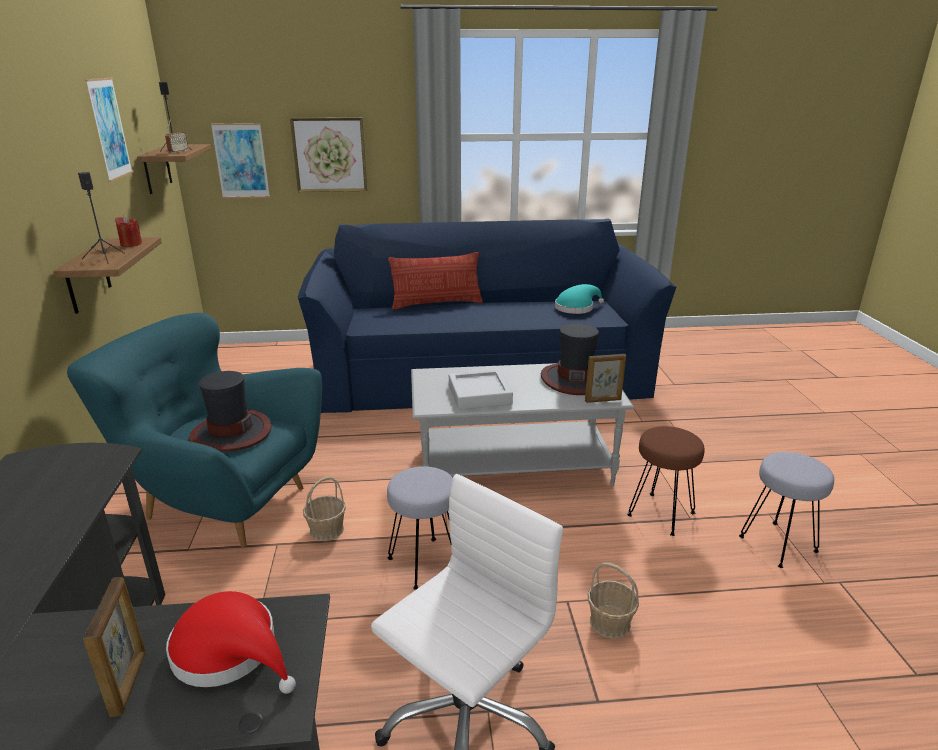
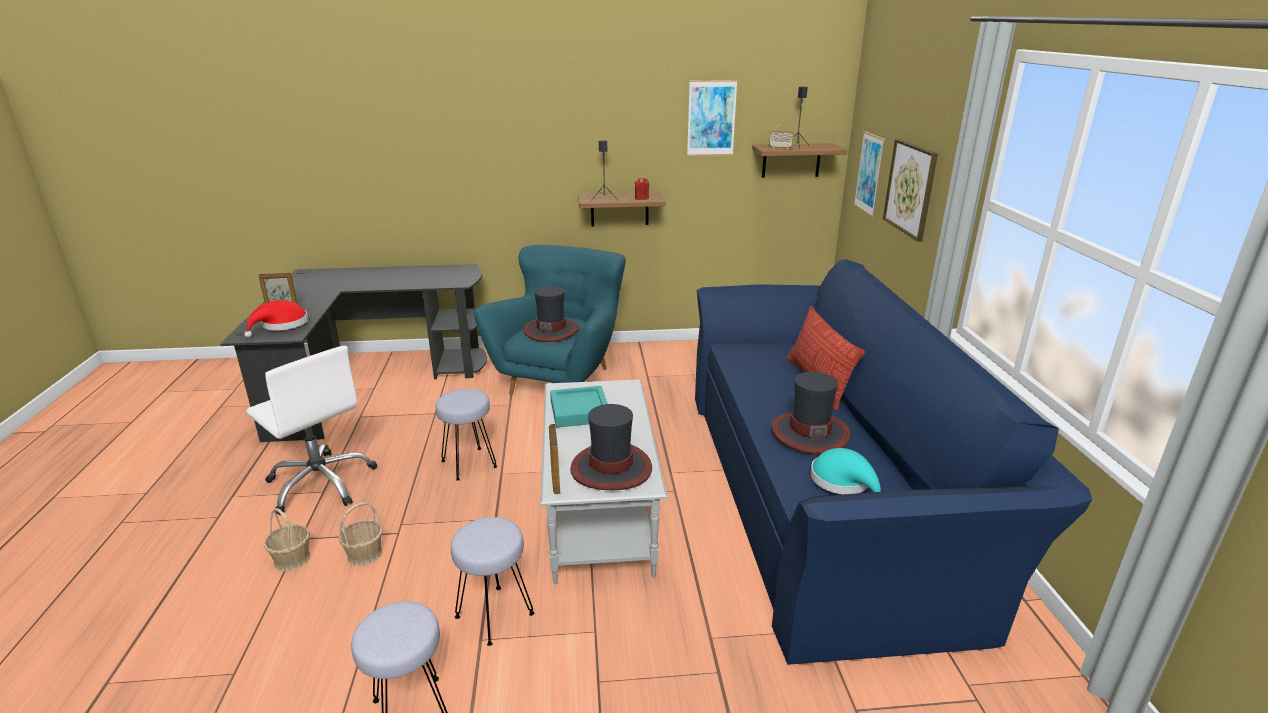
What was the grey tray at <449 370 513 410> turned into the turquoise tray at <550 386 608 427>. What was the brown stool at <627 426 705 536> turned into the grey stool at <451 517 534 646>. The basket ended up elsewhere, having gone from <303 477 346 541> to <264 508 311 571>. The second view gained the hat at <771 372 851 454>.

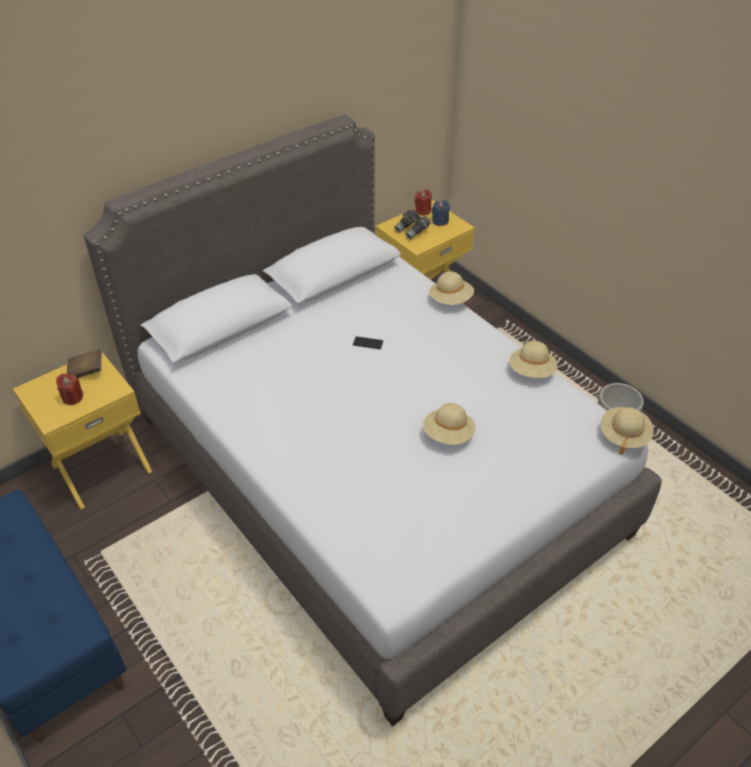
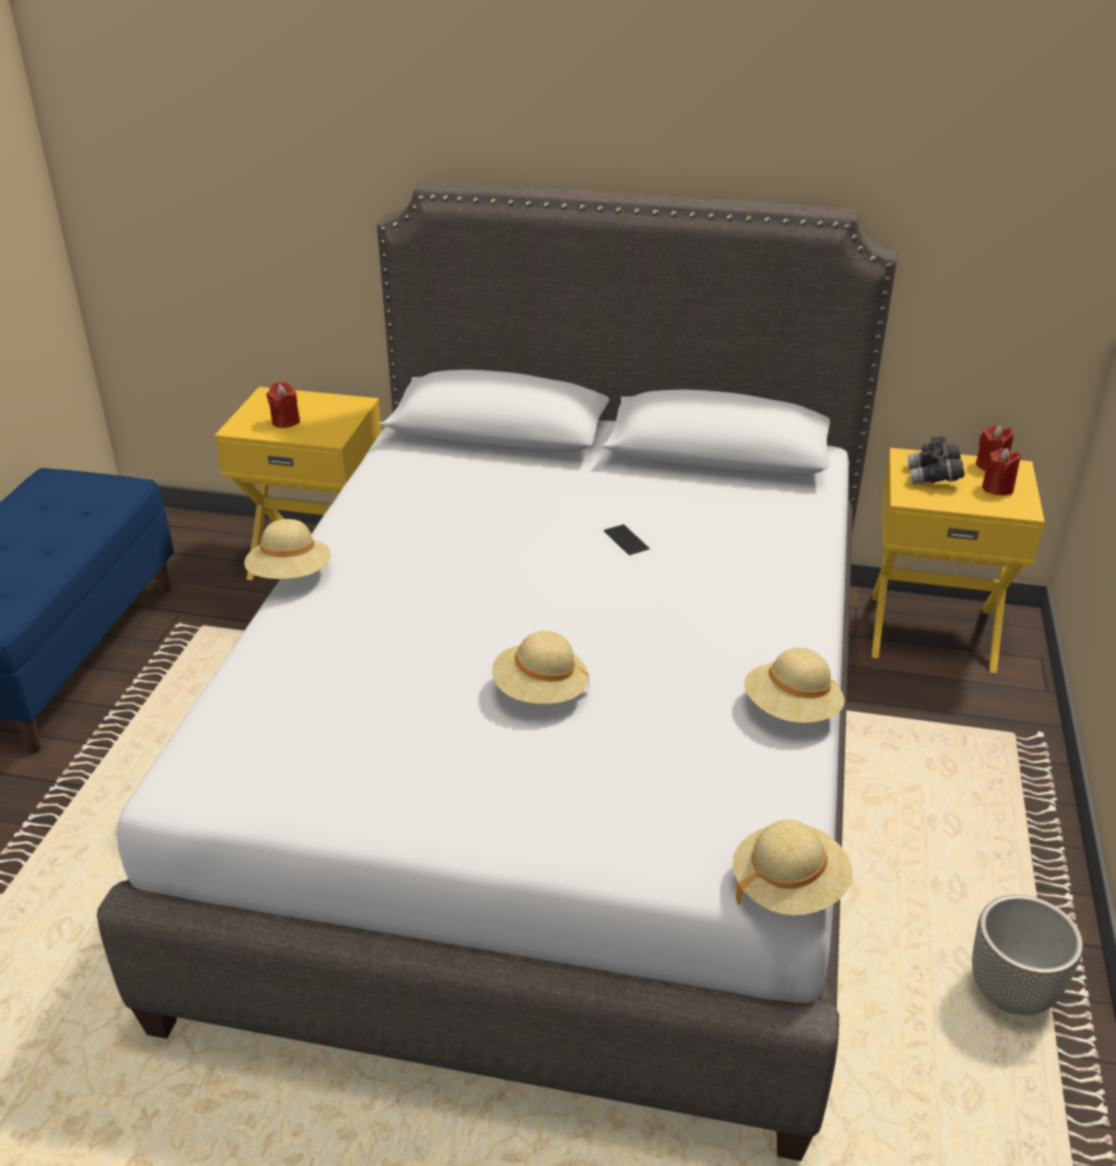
What was the blue candle at <432 200 449 226> turned into the red candle at <982 448 1021 496>. The beige hat ended up elsewhere, having gone from <429 271 474 305> to <244 519 331 579>. The second view lost the brown book at <67 349 102 378>.

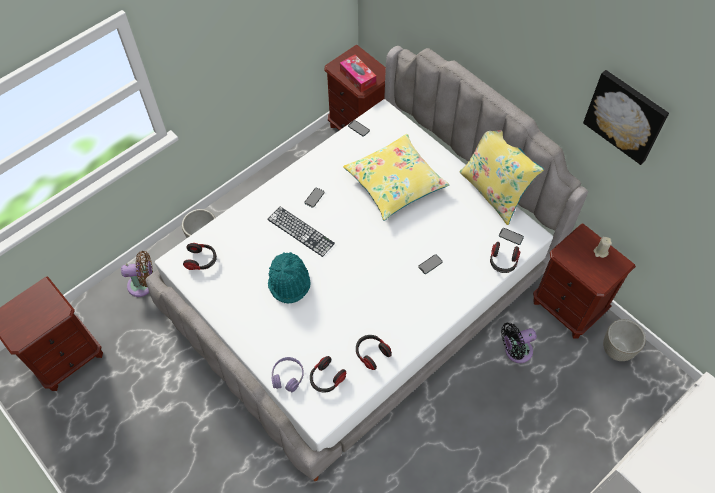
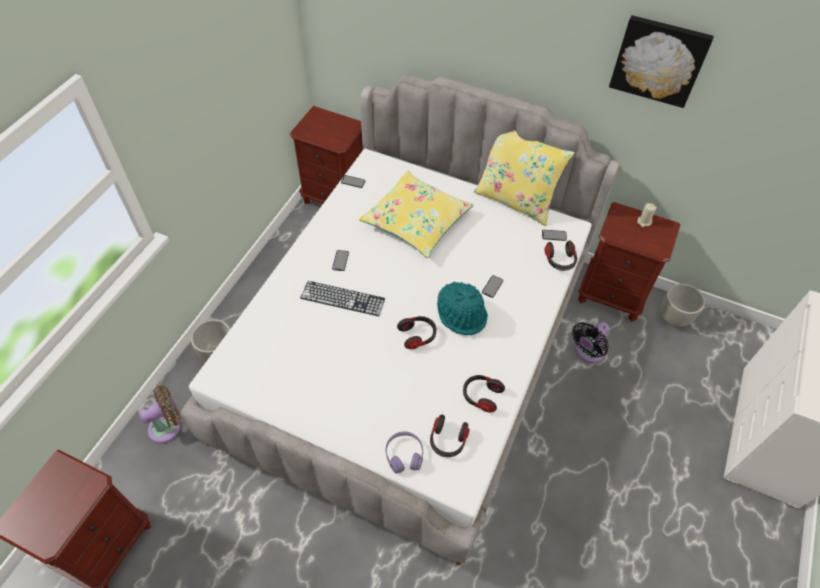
The second view lost the tissue box at <340 55 376 93>. The headphones ended up elsewhere, having gone from <183 243 217 270> to <397 316 437 349>. The turquoise hat ended up elsewhere, having gone from <268 252 311 304> to <437 282 488 335>.

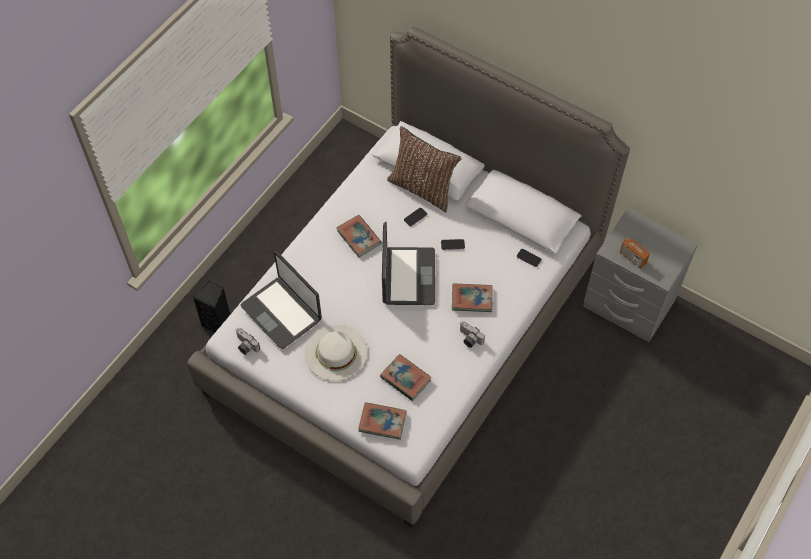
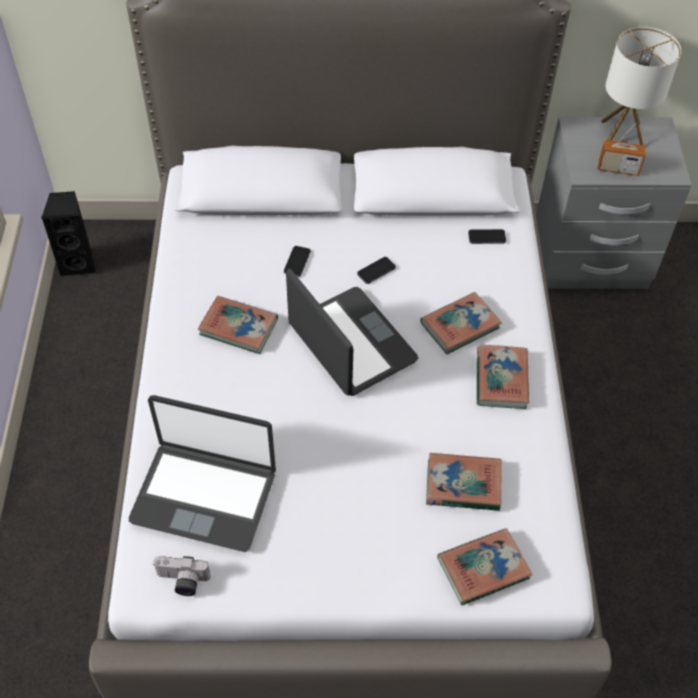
The second view lost the brown pillow at <387 126 462 212>. The black speaker ended up elsewhere, having gone from <193 281 230 333> to <41 191 96 277>. Where the photo camera stood at <460 321 485 348>, the book came to stand at <477 345 529 409>. The second view lost the white hat at <305 325 368 381>. The second view gained the table lamp at <601 27 681 145>.

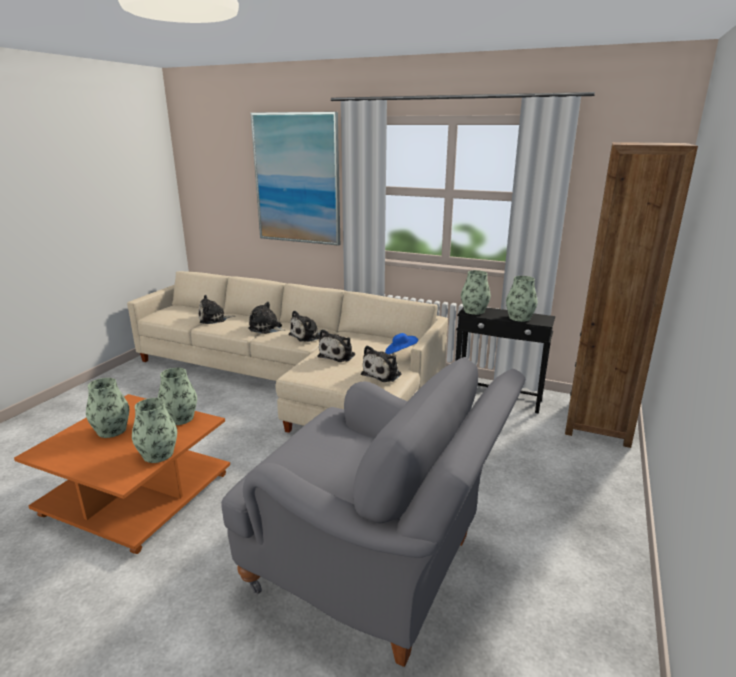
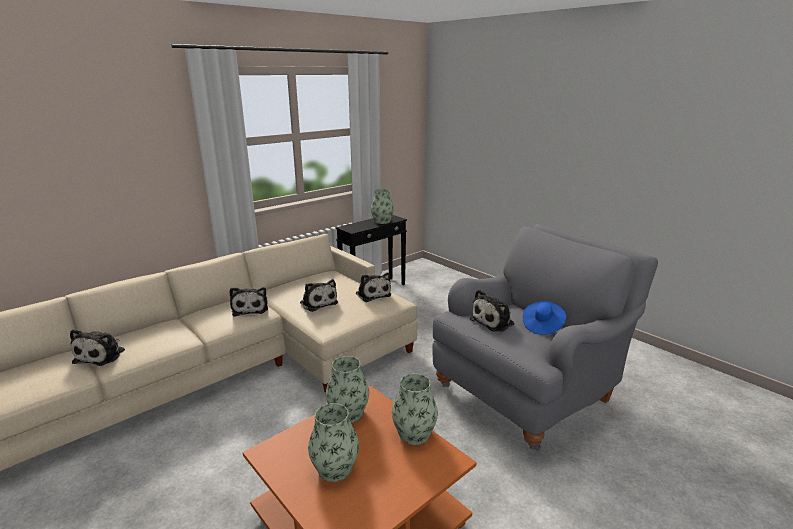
The second view lost the picture at <251 112 340 246>. The second view lost the brown bookcase at <565 142 698 448>. The second view lost the vase at <461 270 491 315>. The plush toy ended up elsewhere, having gone from <248 302 285 334> to <469 289 514 332>. The blue hat ended up elsewhere, having gone from <385 333 418 354> to <523 301 566 335>.

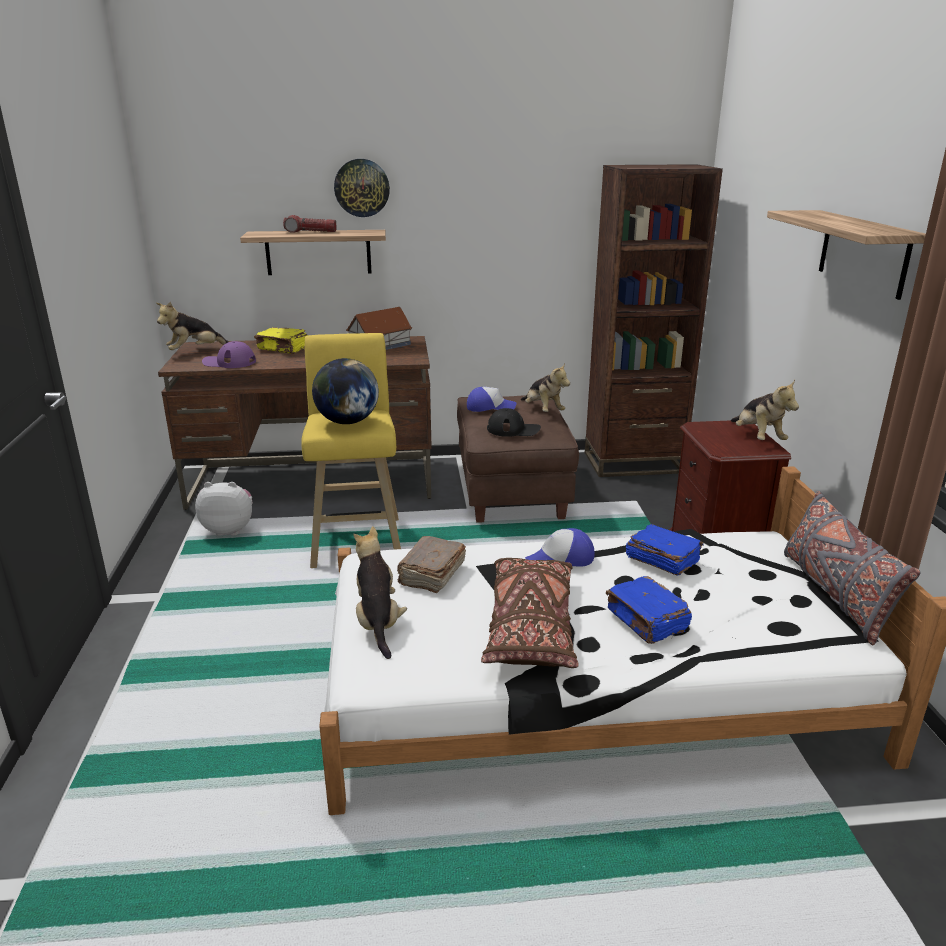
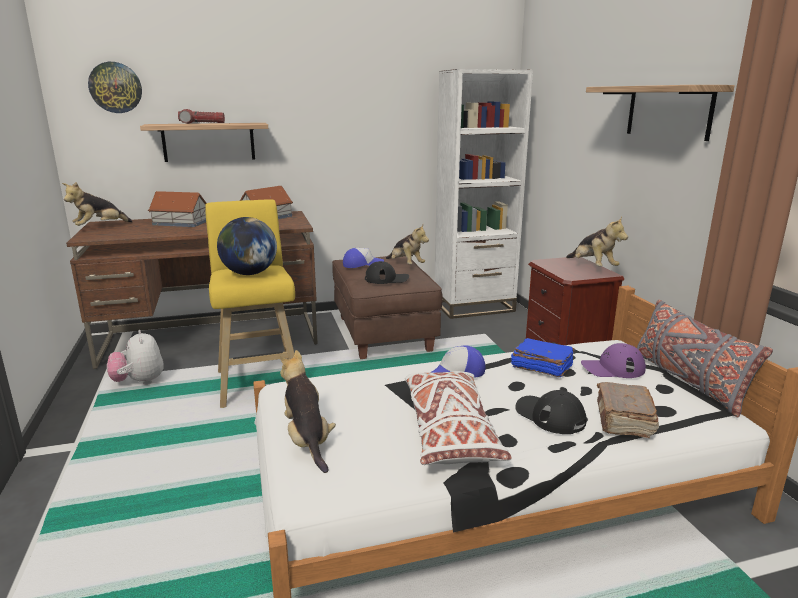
The wall clock ended up elsewhere, having gone from <334 159 390 217> to <88 62 142 113>. What was the brown bookcase at <585 164 723 477> turned into the white bookcase at <435 69 533 319>. Where the yellow book stood at <254 327 308 354>, the toy house came to stand at <148 191 206 227>. The purple cap ended up elsewhere, having gone from <202 341 256 368> to <581 343 646 378>. The plush toy at <195 482 252 536> ended up facing another way, 105 degrees counterclockwise from before. The brown book ended up elsewhere, having gone from <397 536 466 593> to <597 382 659 438>. What was the brown pillow at <481 558 578 668> turned into the white pillow at <405 371 512 465>. Where the blue book stood at <606 576 692 644>, the black cap came to stand at <515 390 586 434>.

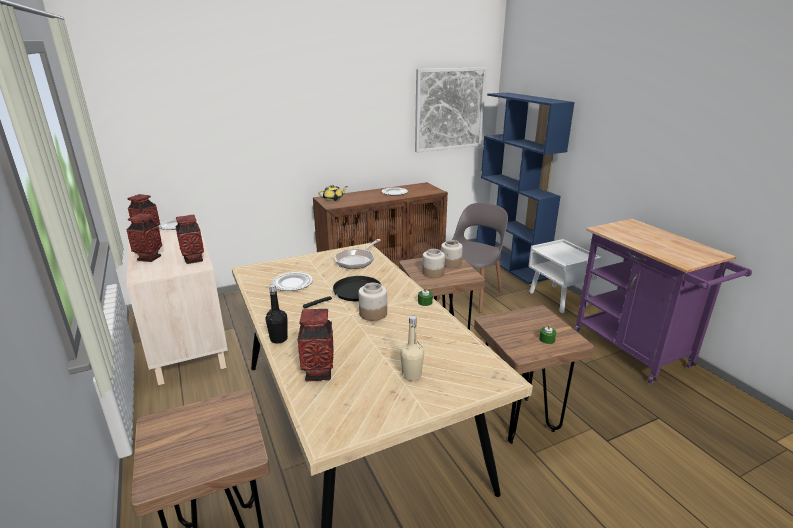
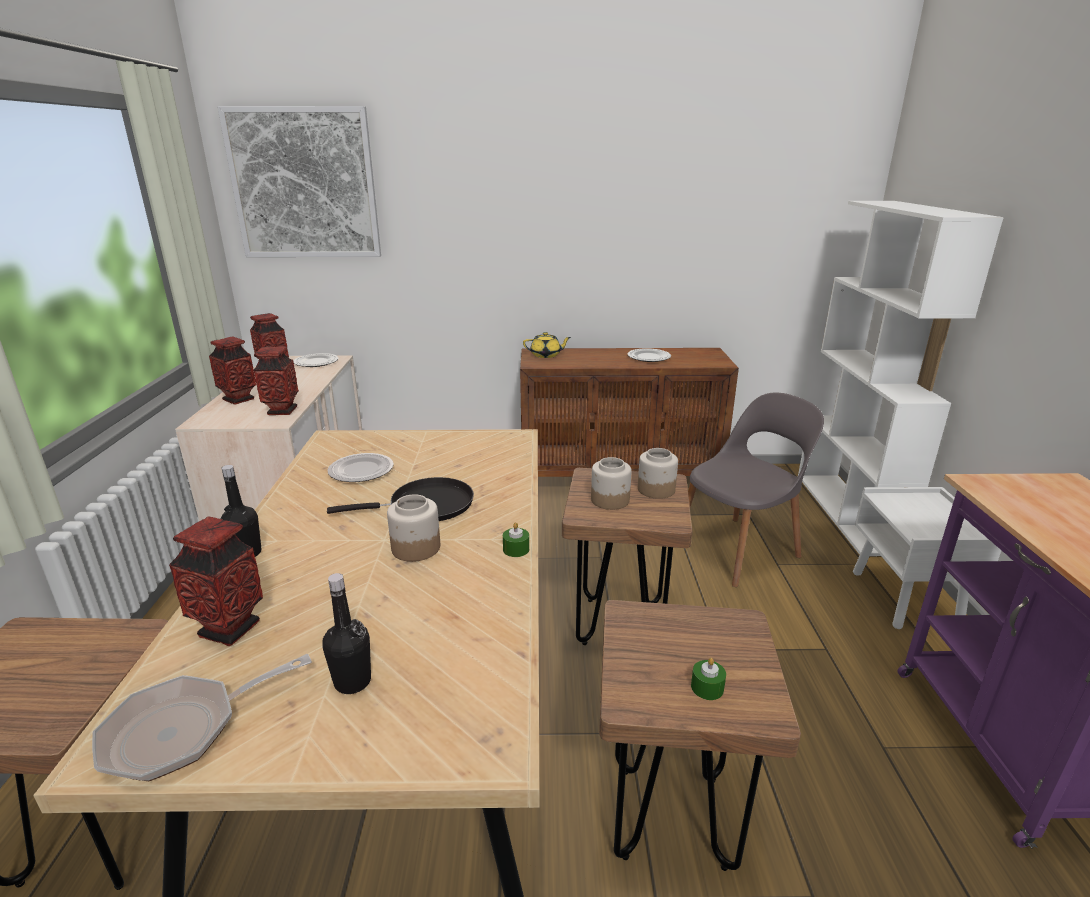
The picture ended up elsewhere, having gone from <415 67 487 153> to <217 106 381 257>. What was the blue bookcase at <476 93 575 284> turned into the white bookcase at <798 201 1004 556>. The frying pan ended up elsewhere, having gone from <334 239 381 269> to <92 654 312 781>. What was the beige bottle at <400 315 424 381> turned into the black bottle at <323 573 371 694>.

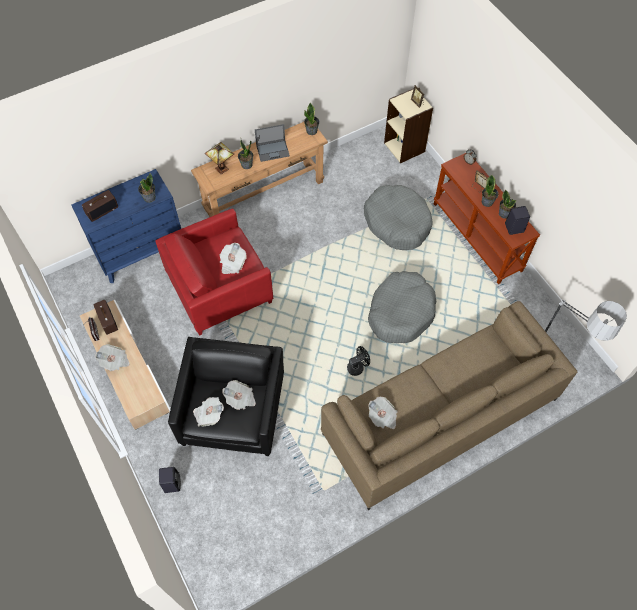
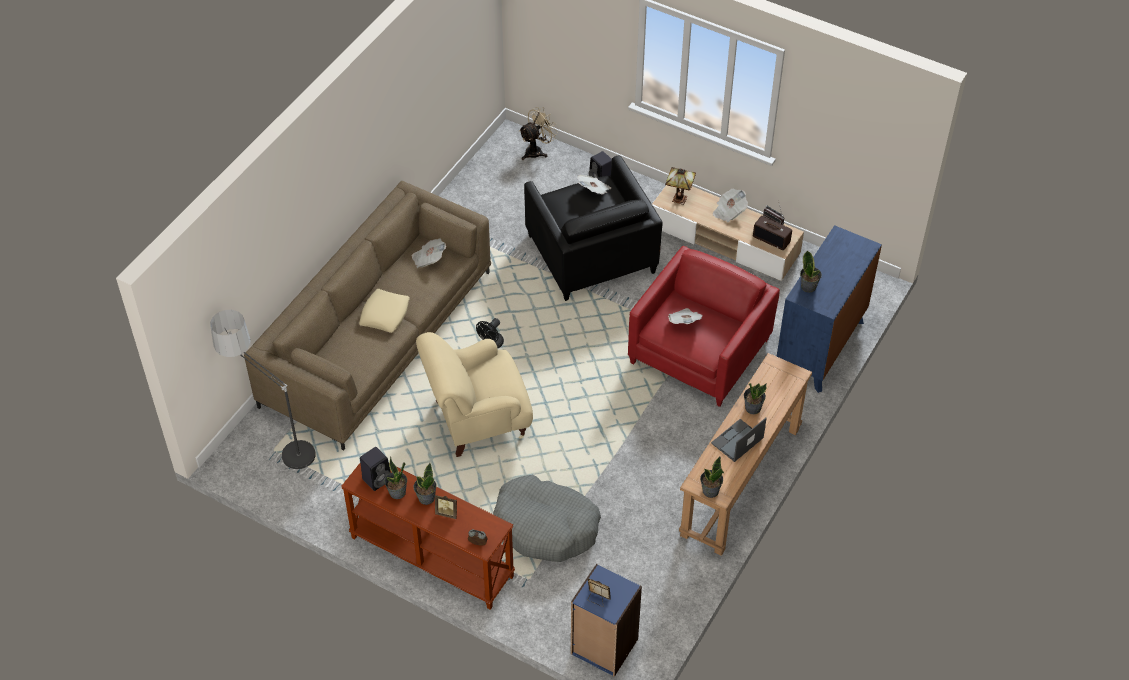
What was the beige bookcase at <384 88 433 163> turned into the blue bookcase at <571 564 642 677>. The table lamp ended up elsewhere, having gone from <205 142 234 174> to <665 167 696 205>. The second view lost the radio at <82 190 118 222>. Where the grey dog bed stood at <368 271 437 343>, the beige armchair came to stand at <416 332 533 457>. The second view lost the newspaper at <222 380 256 410>. The second view gained the beige fan at <519 108 558 160>. The second view gained the beige pillow at <359 289 410 333>.

